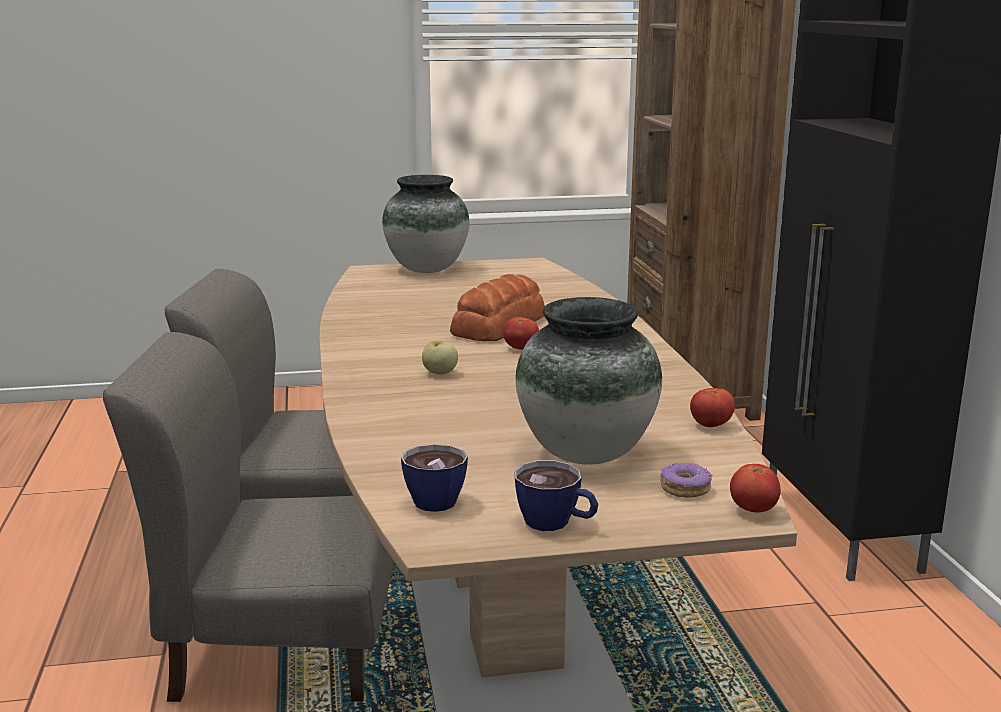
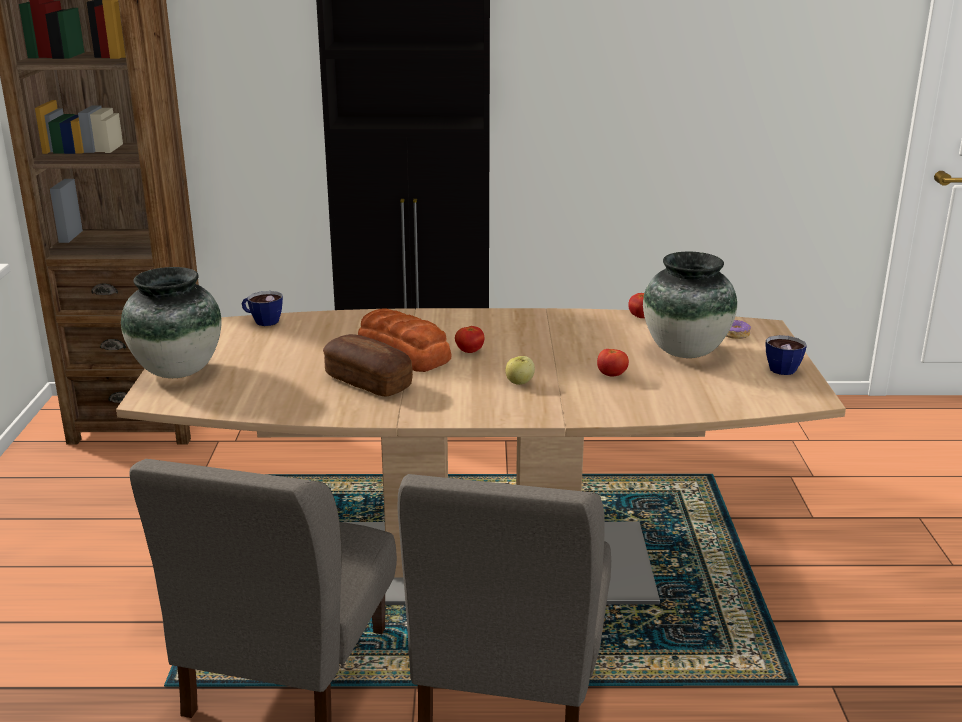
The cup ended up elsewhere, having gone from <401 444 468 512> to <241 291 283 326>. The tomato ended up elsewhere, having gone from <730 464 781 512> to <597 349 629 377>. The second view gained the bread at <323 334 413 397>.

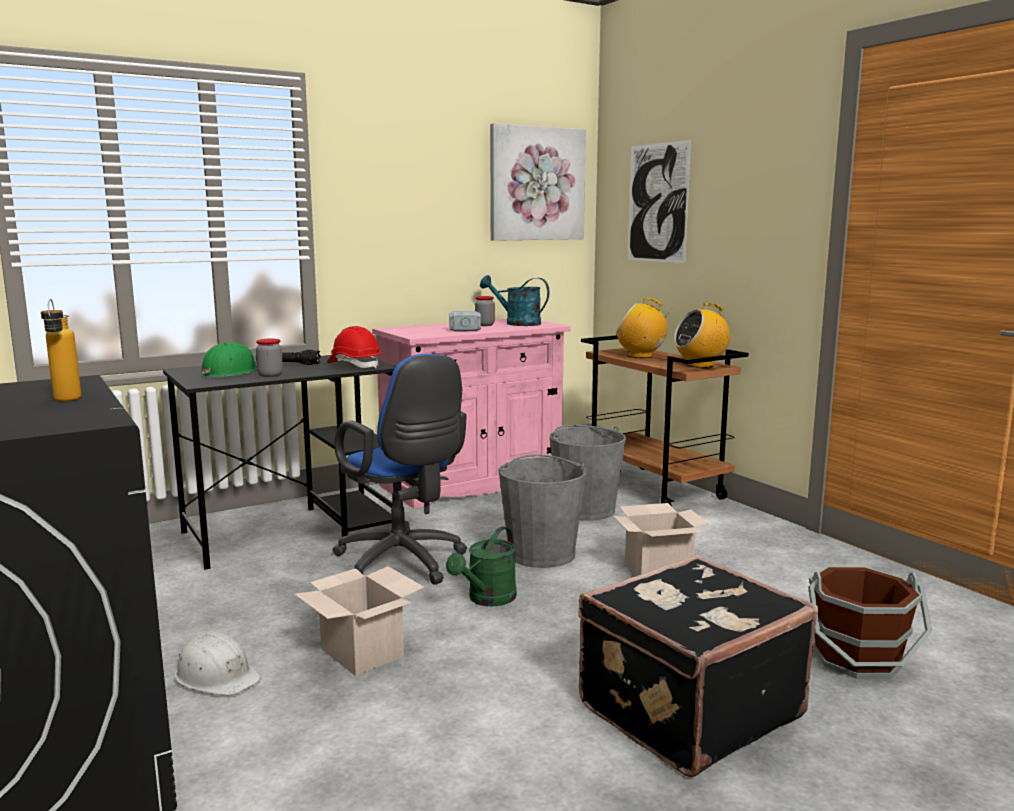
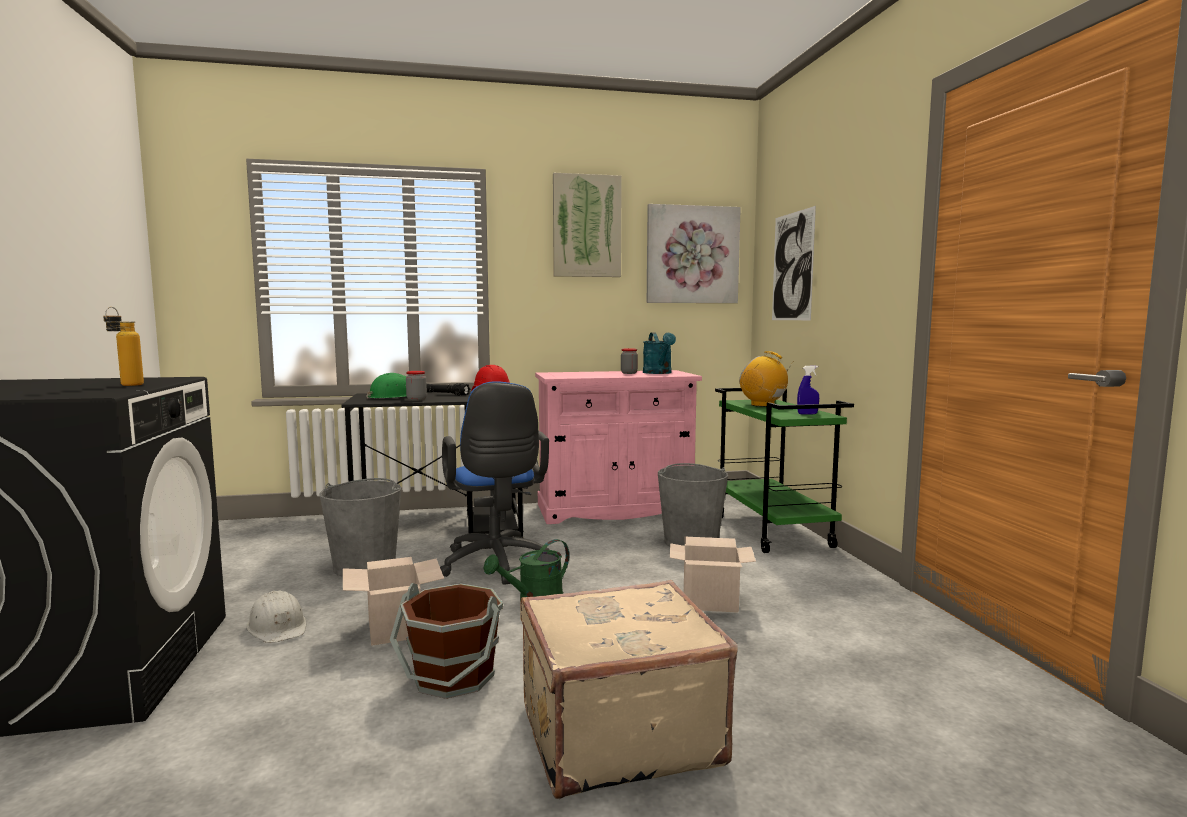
The turquoise watering can at <480 275 550 326> ended up facing another way, 150 degrees counterclockwise from before. Where the radio stood at <674 303 730 368>, the blue spray bottle came to stand at <797 366 819 414>. The second view lost the hammer at <449 311 481 332>. What was the brown cart at <581 335 748 506> turned into the green cart at <715 388 854 553>. The grey bucket ended up elsewhere, having gone from <499 454 587 568> to <319 478 402 577>. What was the black suitcase at <578 555 818 777> turned into the beige suitcase at <520 580 738 799>. The brown bucket ended up elsewhere, having gone from <808 566 932 679> to <390 583 503 699>. The second view gained the picture at <553 173 622 277>.

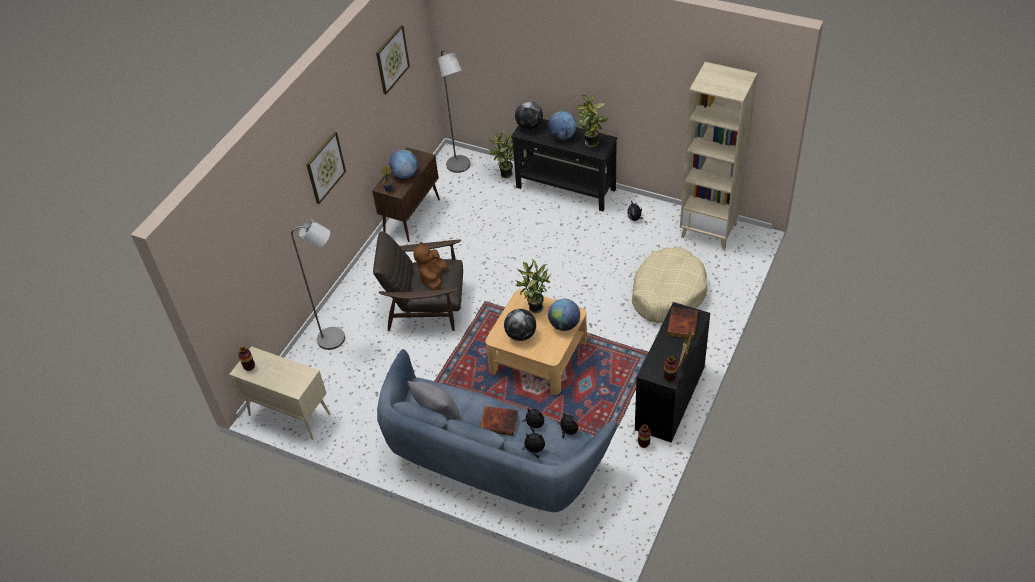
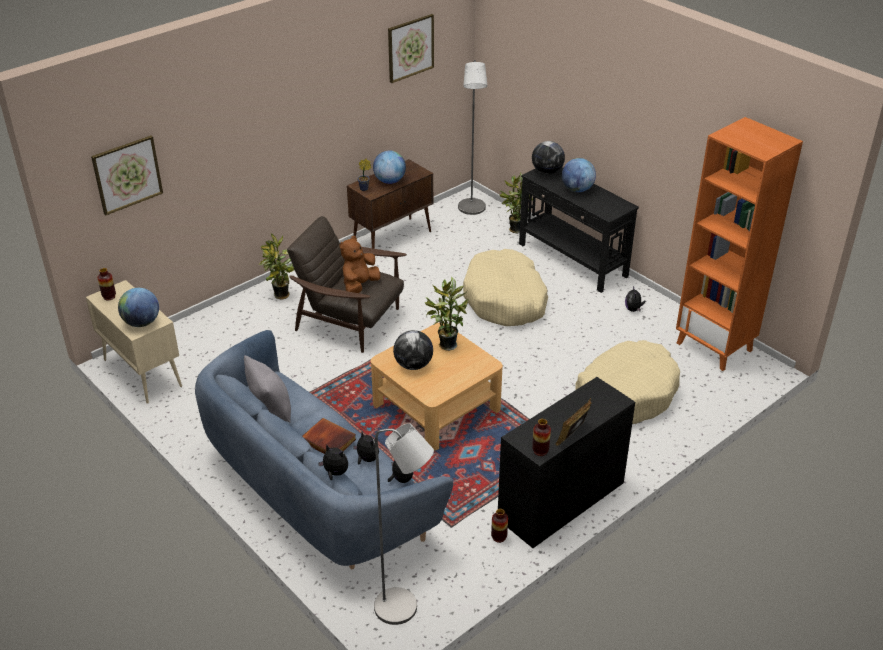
What was the beige bookcase at <680 62 757 249> turned into the orange bookcase at <676 117 803 371>. The potted plant ended up elsewhere, having gone from <575 94 608 148> to <259 234 294 300>. The picture ended up elsewhere, having gone from <306 131 346 204> to <91 135 163 215>. The grey floor lamp ended up elsewhere, having gone from <291 219 345 350> to <374 423 434 625>. The globe ended up elsewhere, having gone from <548 299 580 331> to <118 288 159 327>. The second view lost the book at <667 307 698 339>. The second view gained the beige dog bed at <463 249 548 326>.

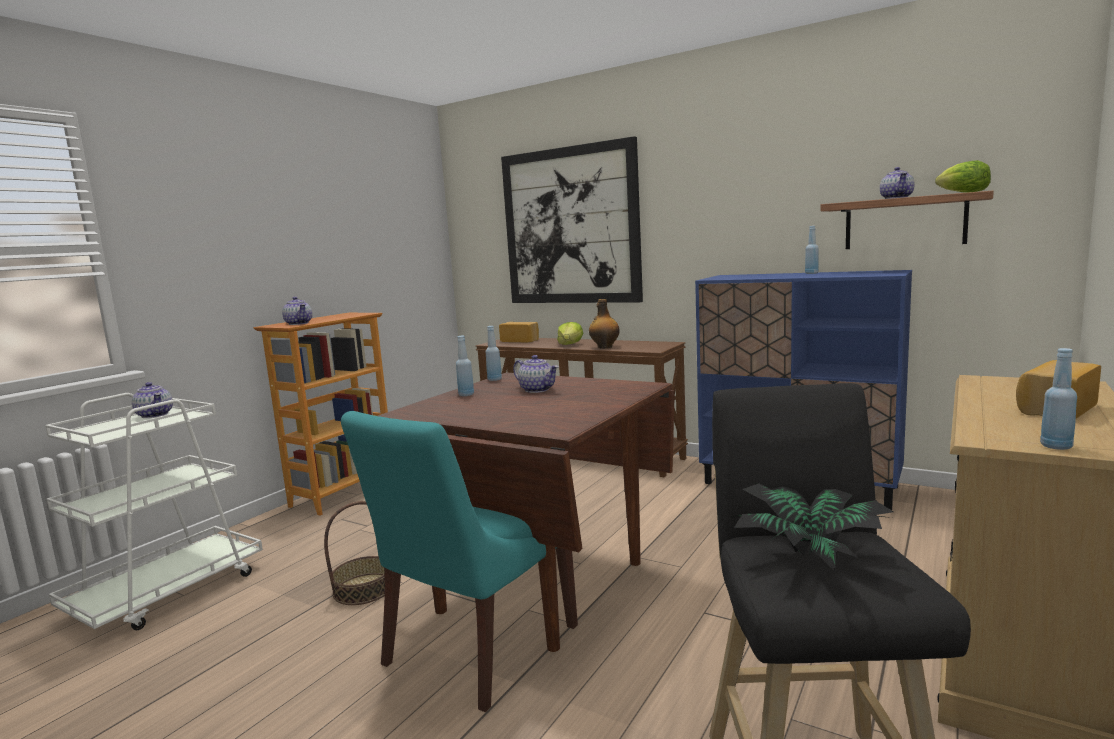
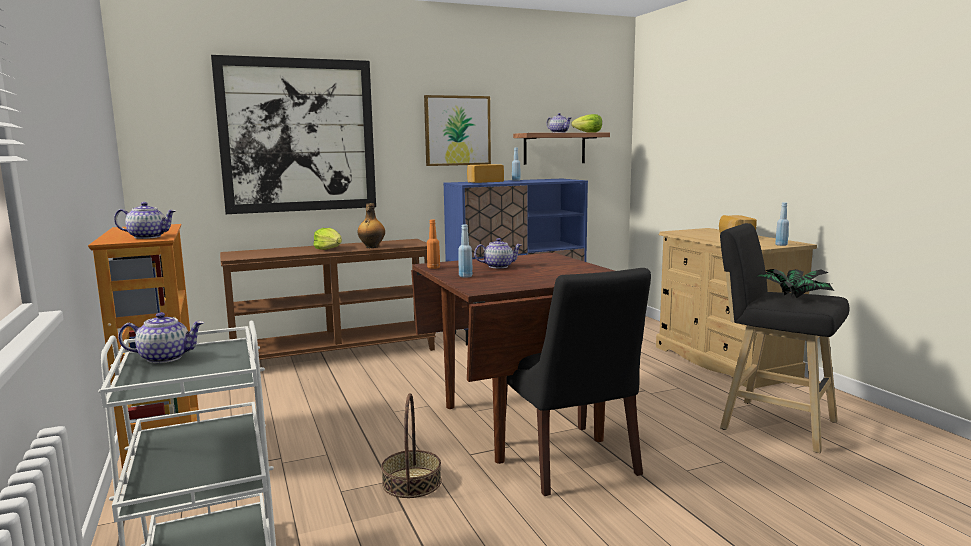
The bread ended up elsewhere, having gone from <499 322 539 342> to <467 164 504 183>. What was the blue bottle at <485 326 502 381> turned into the orange bottle at <427 220 440 269>. What was the turquoise chair at <341 411 578 712> turned into the black chair at <506 268 651 496>. The second view gained the picture at <424 95 491 166>.

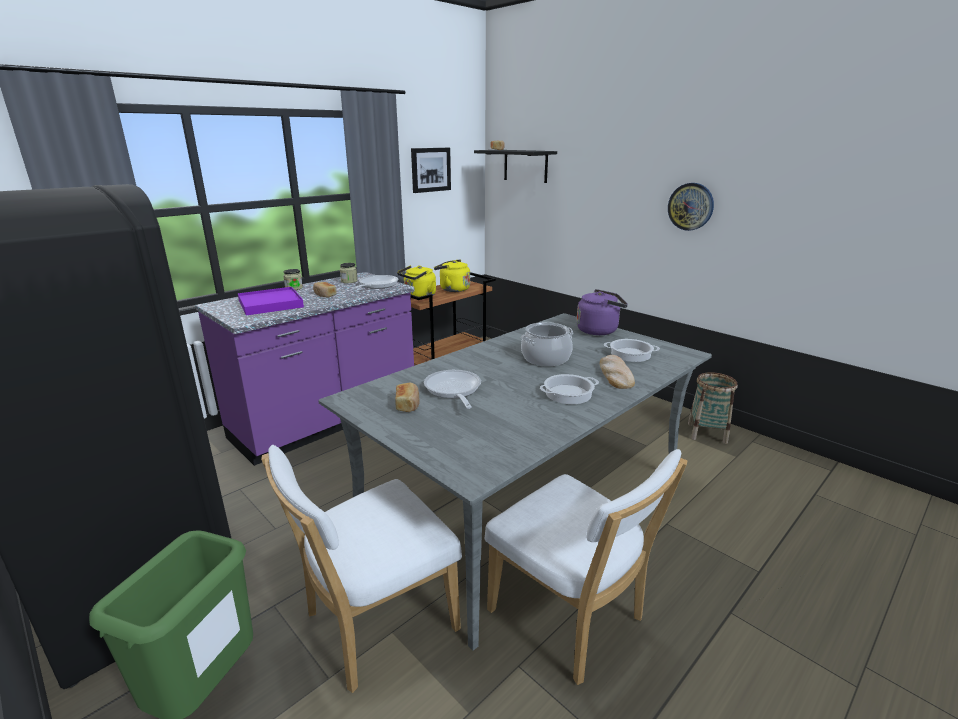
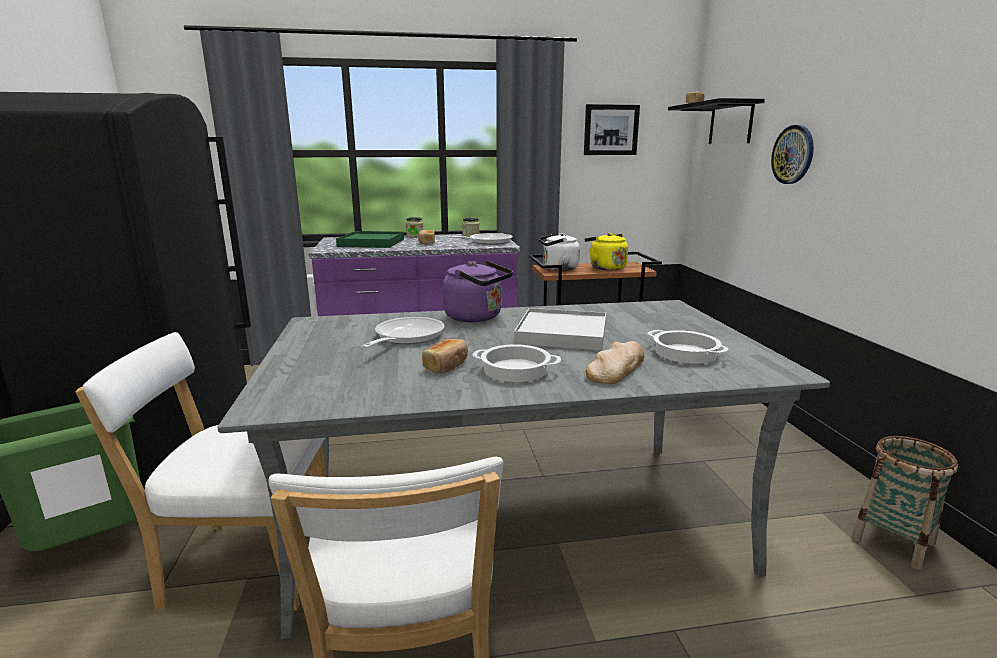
The wall clock ended up elsewhere, having gone from <668 183 714 231> to <771 125 814 184>. What was the yellow kettle at <397 265 436 297> turned into the white kettle at <539 233 580 271>. What was the purple tray at <238 287 304 316> turned into the green tray at <336 231 404 248>. The purple kettle ended up elsewhere, having gone from <576 289 628 335> to <443 261 513 322>. Where the cooking pot stood at <520 322 573 366>, the white tray came to stand at <514 308 606 350>. The bread ended up elsewhere, having gone from <395 382 420 412> to <422 339 468 373>.

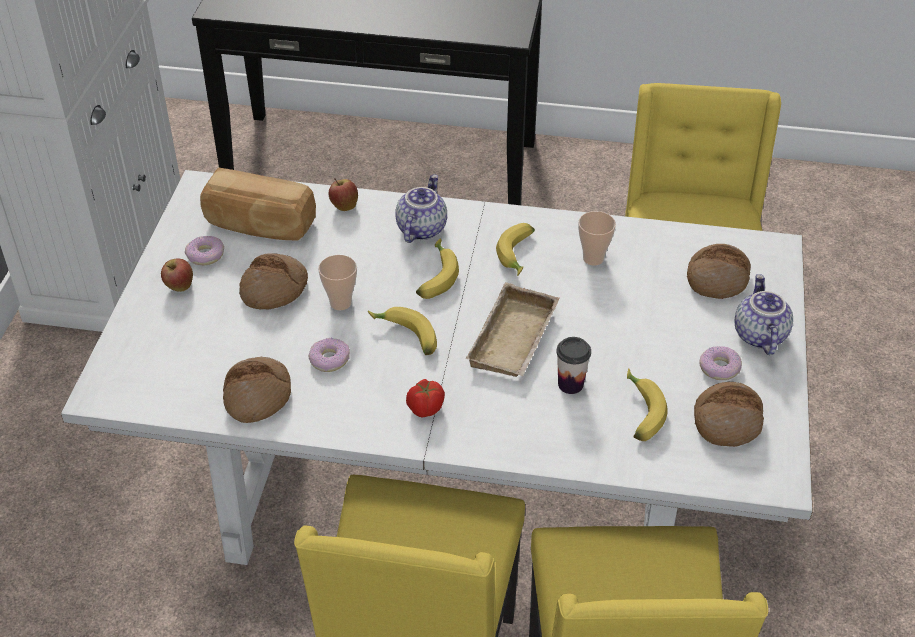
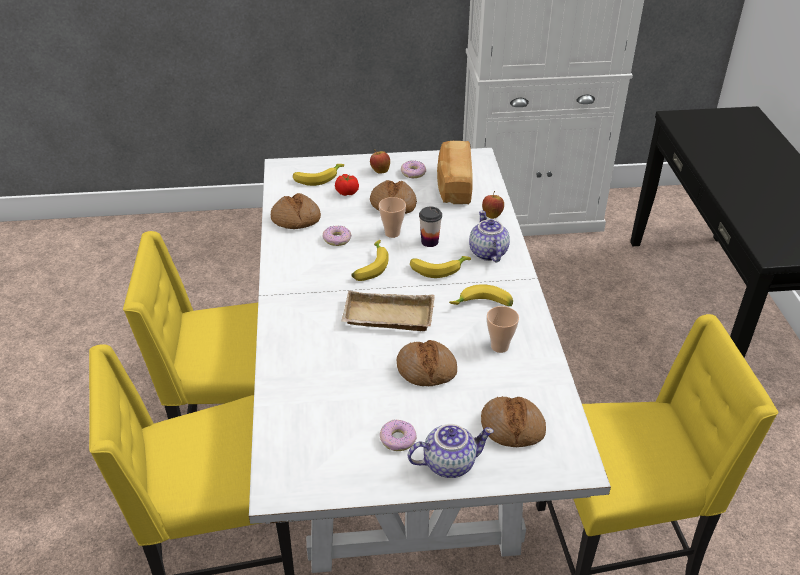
The teapot at <395 175 447 243> ended up facing another way, 105 degrees counterclockwise from before. The cup ended up elsewhere, having gone from <556 337 591 394> to <419 206 442 247>. The banana ended up elsewhere, having gone from <627 369 668 441> to <293 164 344 186>. The tomato ended up elsewhere, having gone from <406 379 445 418> to <335 174 359 196>. The bread ended up elsewhere, having gone from <694 382 764 447> to <397 340 457 386>.

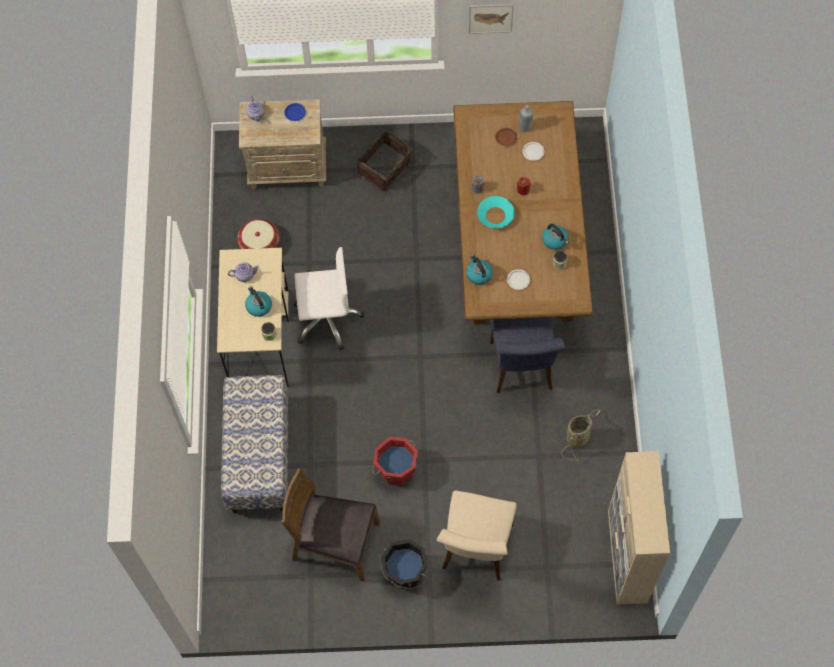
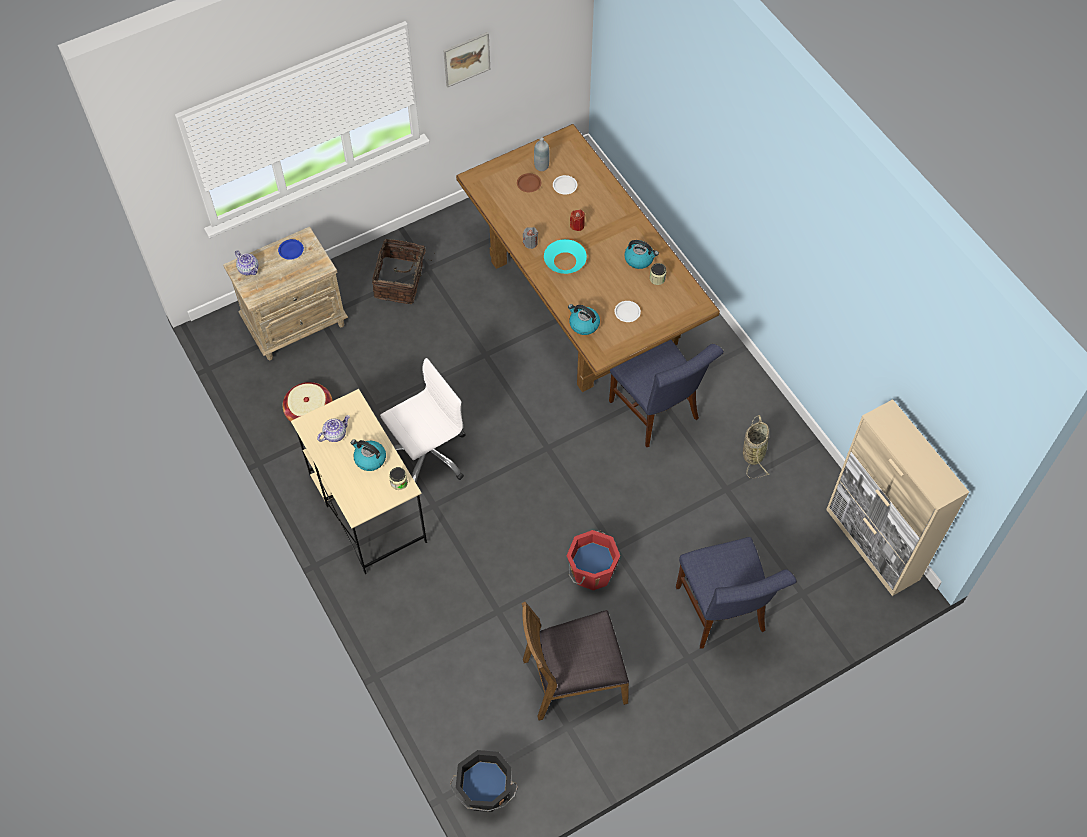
The second view lost the bench at <221 375 288 514>. What was the beige chair at <437 491 517 581> turned into the blue chair at <676 537 797 649>. The black bucket ended up elsewhere, having gone from <379 539 427 589> to <450 750 518 812>.

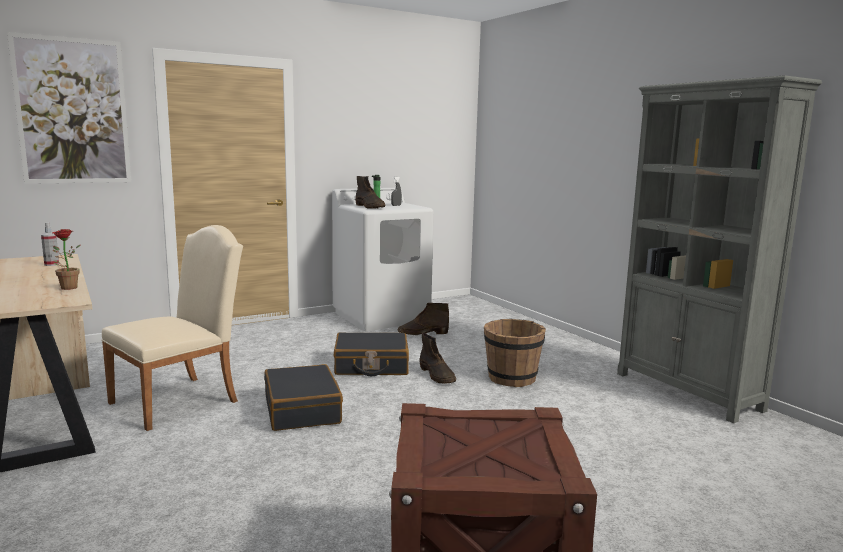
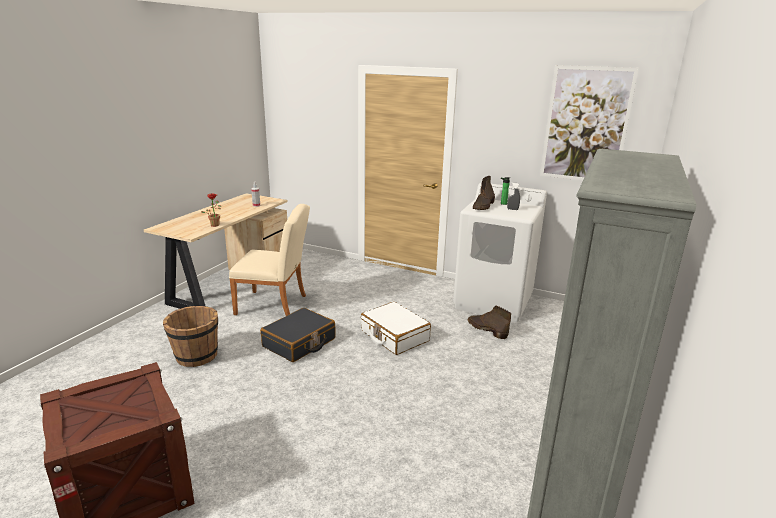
The picture ended up elsewhere, having gone from <7 32 131 184> to <540 65 639 181>. The brown bucket ended up elsewhere, having gone from <484 319 546 387> to <163 306 218 367>. What was the black suitcase at <334 332 409 376> turned into the white suitcase at <361 302 431 355>. The second view lost the brown boot at <419 333 456 384>.

